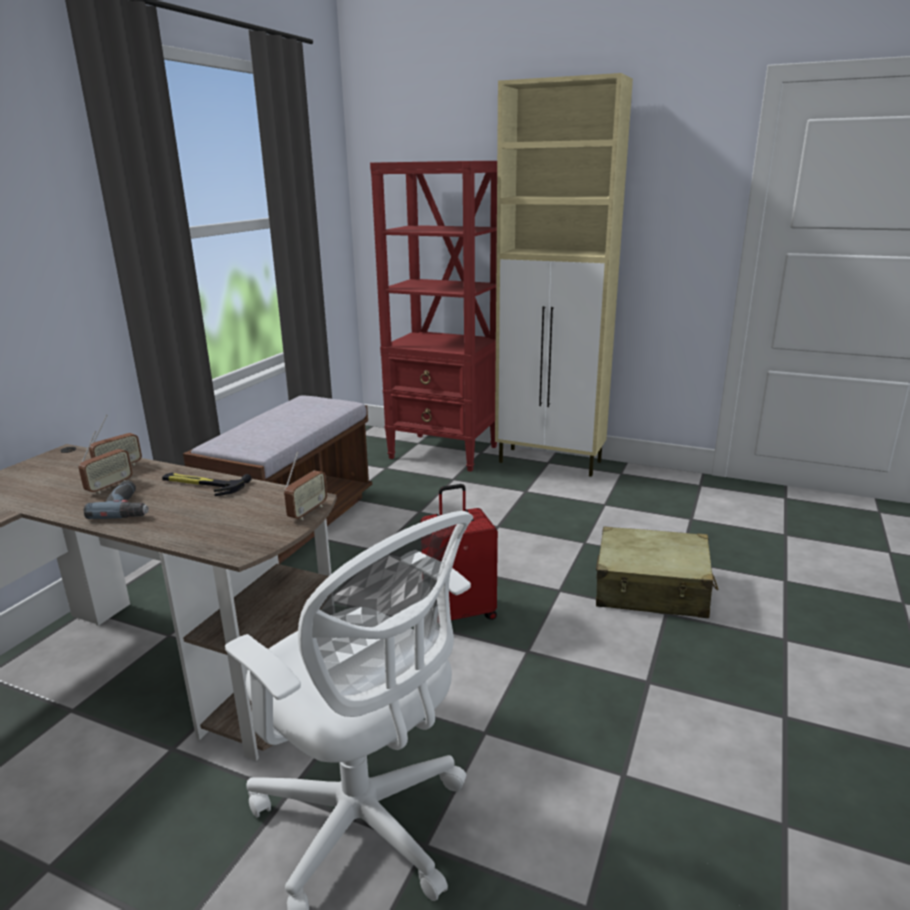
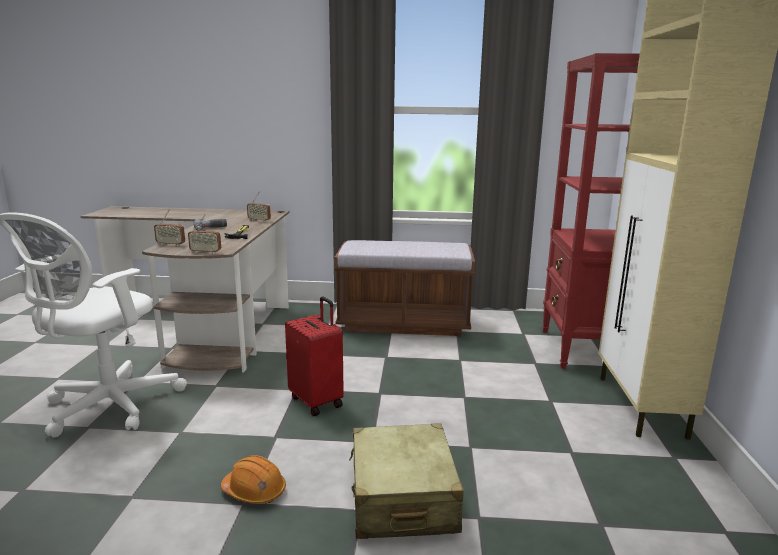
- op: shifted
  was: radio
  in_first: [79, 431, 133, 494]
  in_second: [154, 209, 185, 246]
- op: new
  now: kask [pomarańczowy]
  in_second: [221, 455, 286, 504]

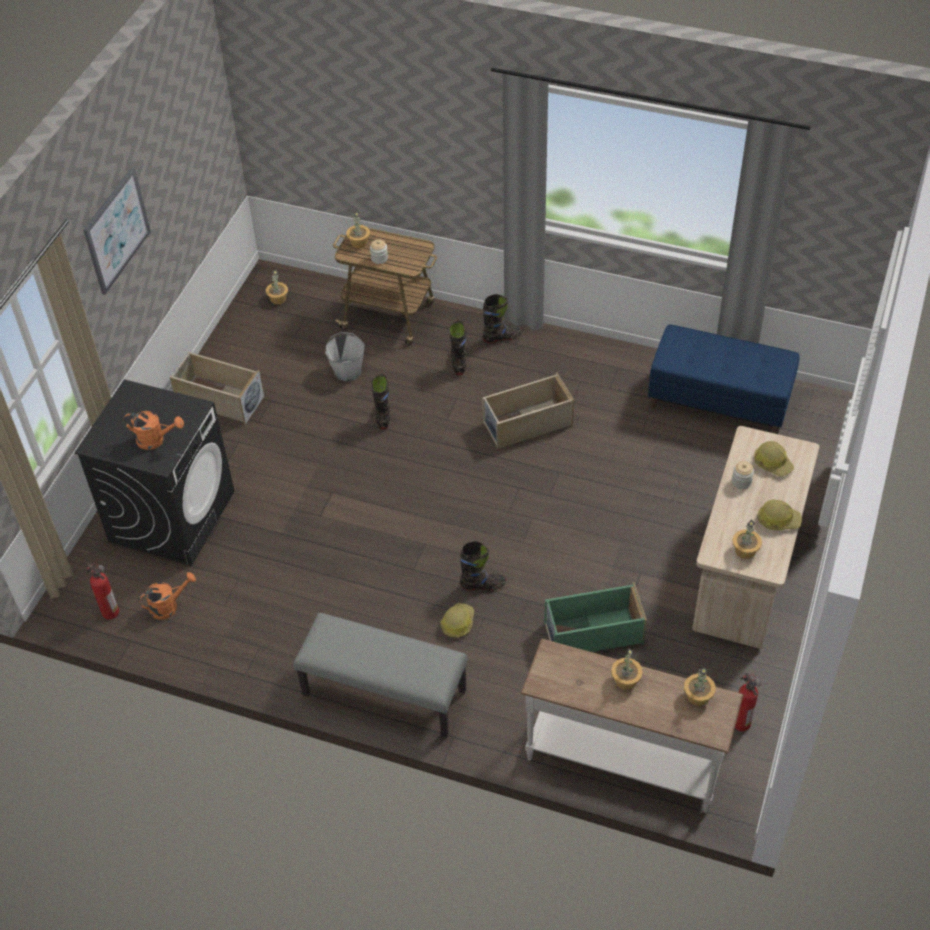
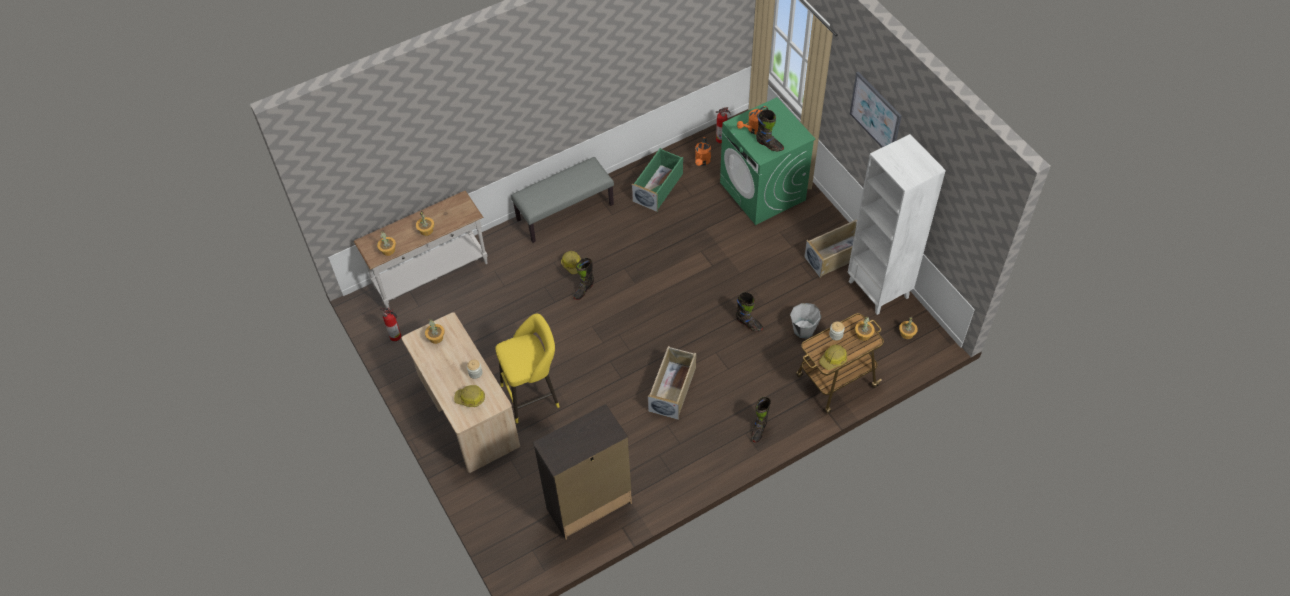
- op: repainted
  was: pralka [czarny]
  now: pralka [zielony]
  in_first: [74, 379, 235, 565]
  in_second: [720, 97, 816, 225]
- op: shifted
  was: but z cholewką [czarny]
  in_first: [449, 321, 466, 375]
  in_second: [756, 109, 784, 151]
- op: shifted
  was: pojemnik do przechowywania [zielony]
  in_first: [544, 582, 647, 652]
  in_second: [632, 148, 683, 212]
- op: swapped
  was: ławka [niebieski]
  now: komoda [czarny]
  in_first: [648, 324, 799, 434]
  in_second: [532, 404, 632, 540]
- op: shifted
  was: kask
  in_first: [757, 500, 802, 530]
  in_second: [819, 345, 847, 370]
- op: new
  now: stołek [żółty]
  in_second: [495, 314, 560, 423]
- op: new
  now: regał [biały]
  in_second: [847, 134, 946, 315]

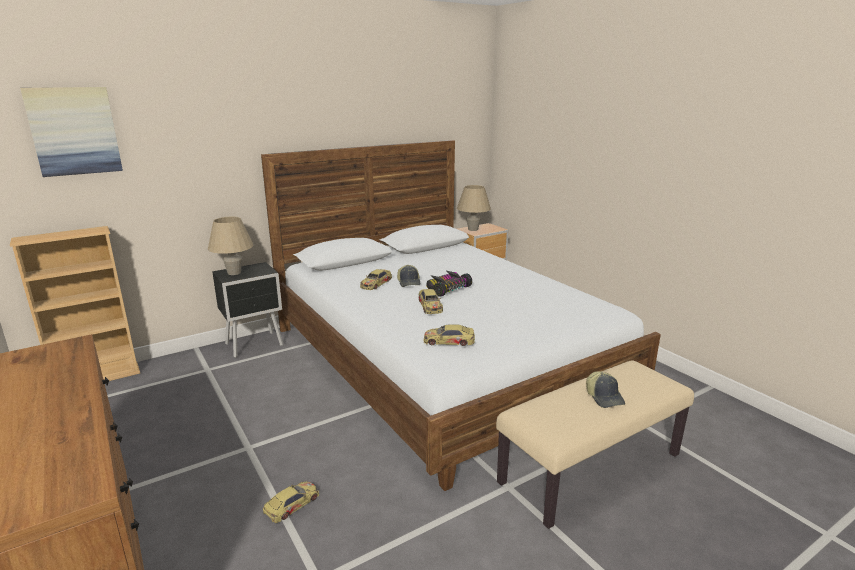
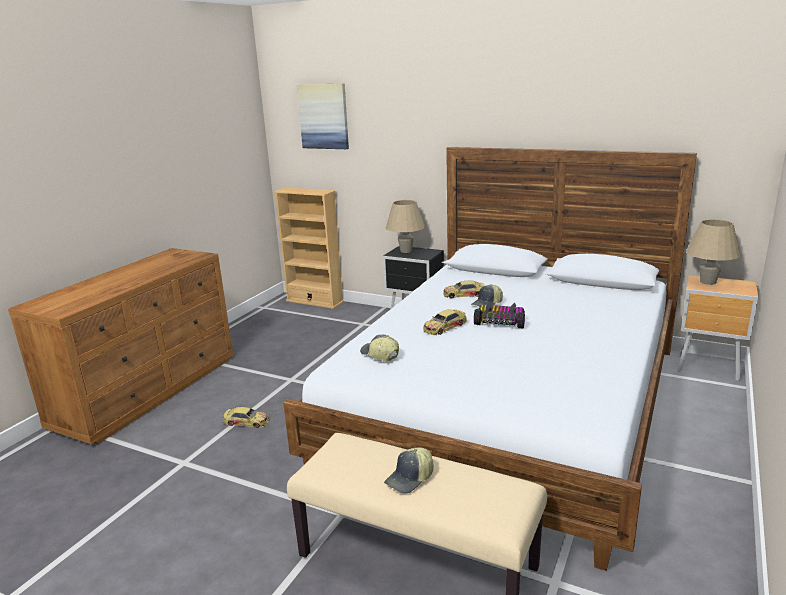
- op: swapped
  was: samochodzik
  now: czapka z daszkiem
  in_first: [423, 324, 475, 346]
  in_second: [360, 335, 399, 361]

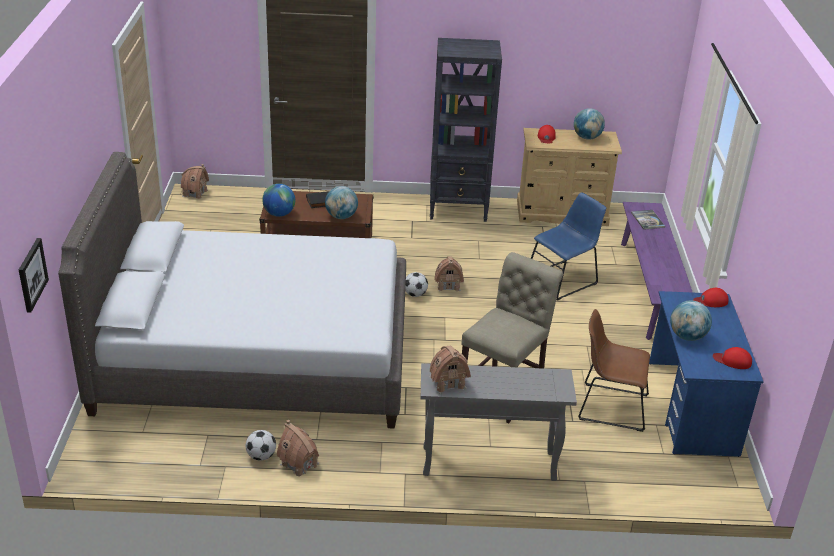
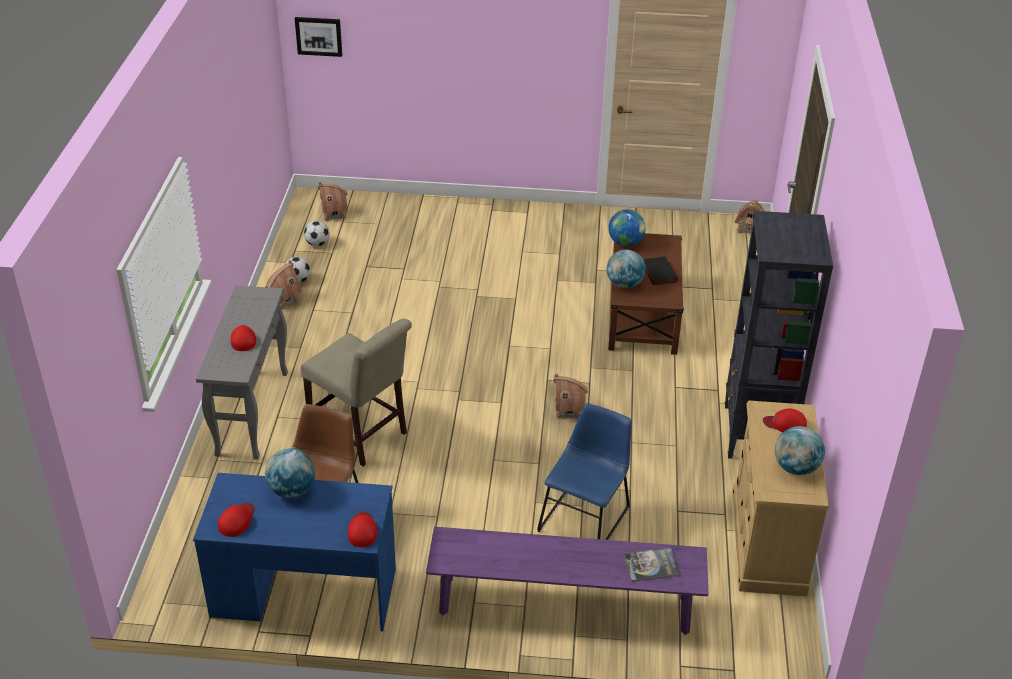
- op: gone
  was: łóżko [szary]
  in_first: [58, 152, 406, 429]
- op: shifted
  was: piłka futbolowa
  in_first: [405, 272, 428, 297]
  in_second: [304, 221, 330, 247]
- op: shifted
  was: domek
  in_first: [429, 346, 471, 394]
  in_second: [317, 181, 348, 221]
- op: rotated
  was: krzesło [niebieski]
  in_first: [531, 192, 606, 301]
  in_second: [537, 403, 632, 540]
  clockwise: -120
- op: new
  now: czapka z daszkiem [czerwony]
  in_second: [231, 325, 256, 351]

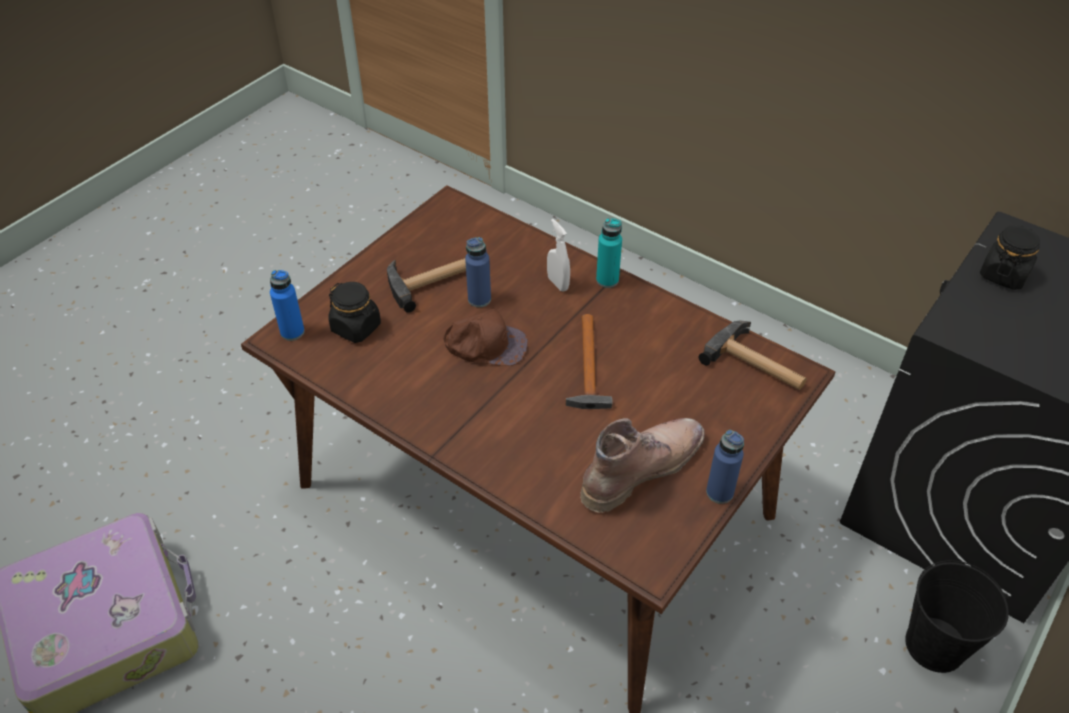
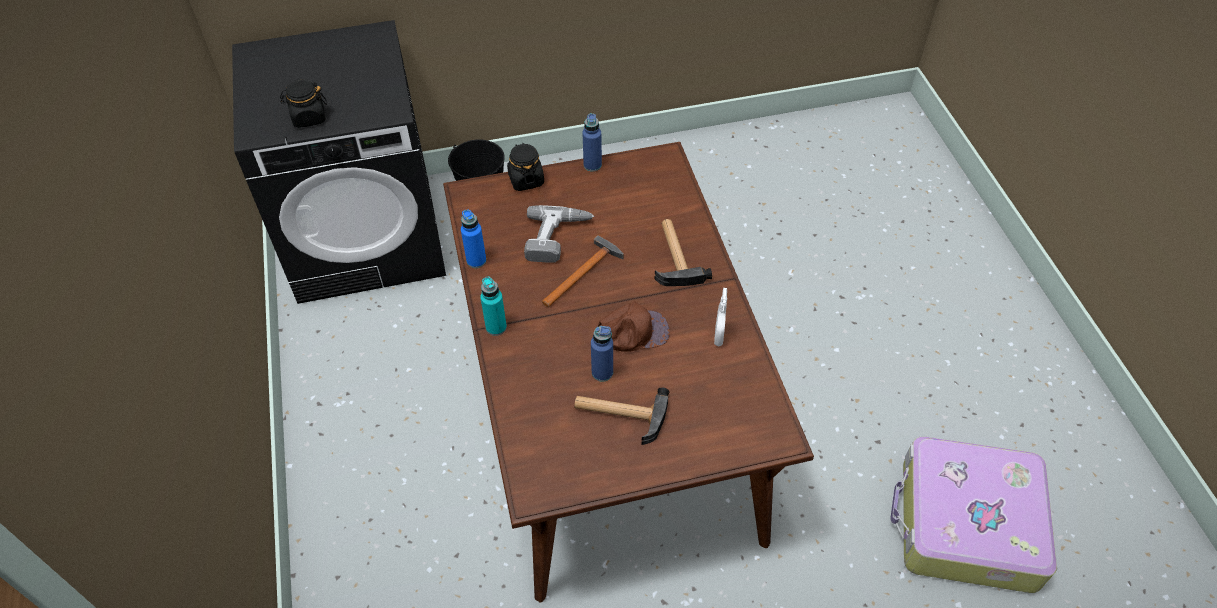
- op: shifted
  was: butelka [niebieski]
  in_first: [270, 270, 305, 341]
  in_second: [461, 209, 486, 268]
- op: shifted
  was: słoik [czarny]
  in_first: [329, 282, 381, 343]
  in_second: [507, 143, 544, 191]
- op: rotated
  was: czapka z daszkiem [brązowy]
  in_first: [443, 309, 528, 366]
  in_second: [597, 301, 670, 352]
  clockwise: 120
- op: shifted
  was: spryskiwacz [biały]
  in_first: [547, 219, 570, 292]
  in_second: [714, 288, 727, 346]
- op: gone
  was: but z cholewką [brązowy]
  in_first: [580, 418, 705, 513]
- op: shifted
  was: młotek
  in_first: [699, 321, 807, 390]
  in_second: [655, 219, 712, 286]
- op: new
  now: wiertarka
  in_second: [524, 205, 594, 263]

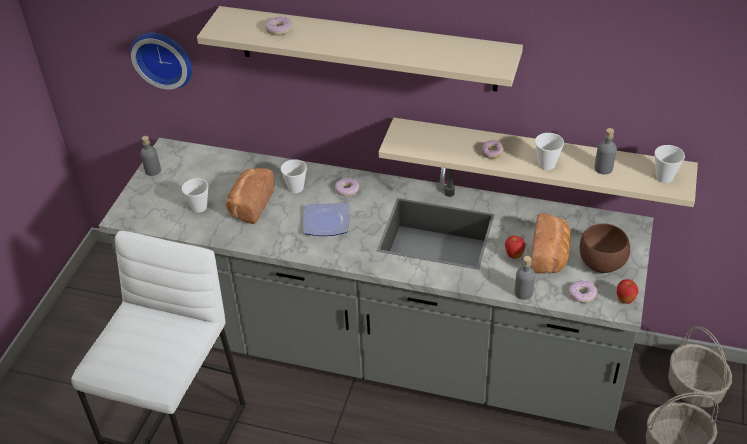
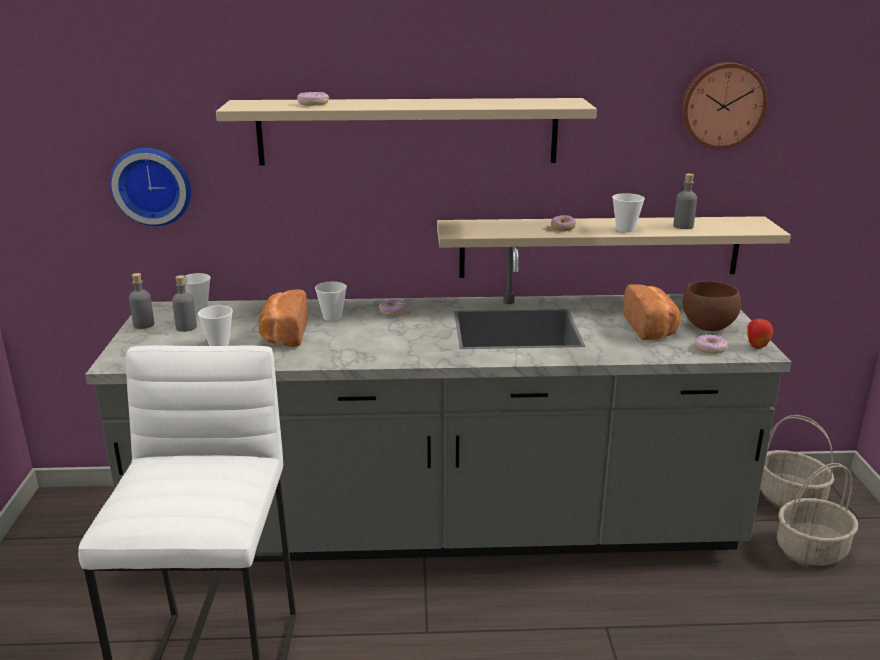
- op: gone
  was: talerz
  in_first: [303, 203, 349, 236]
- op: gone
  was: jabłko
  in_first: [505, 236, 526, 259]
- op: shifted
  was: butelka [szary]
  in_first: [514, 256, 535, 300]
  in_second: [172, 275, 197, 332]
- op: shifted
  was: filiżanka
  in_first: [654, 145, 685, 183]
  in_second: [185, 273, 211, 312]
- op: new
  now: zegar ścienny
  in_second: [680, 62, 768, 150]

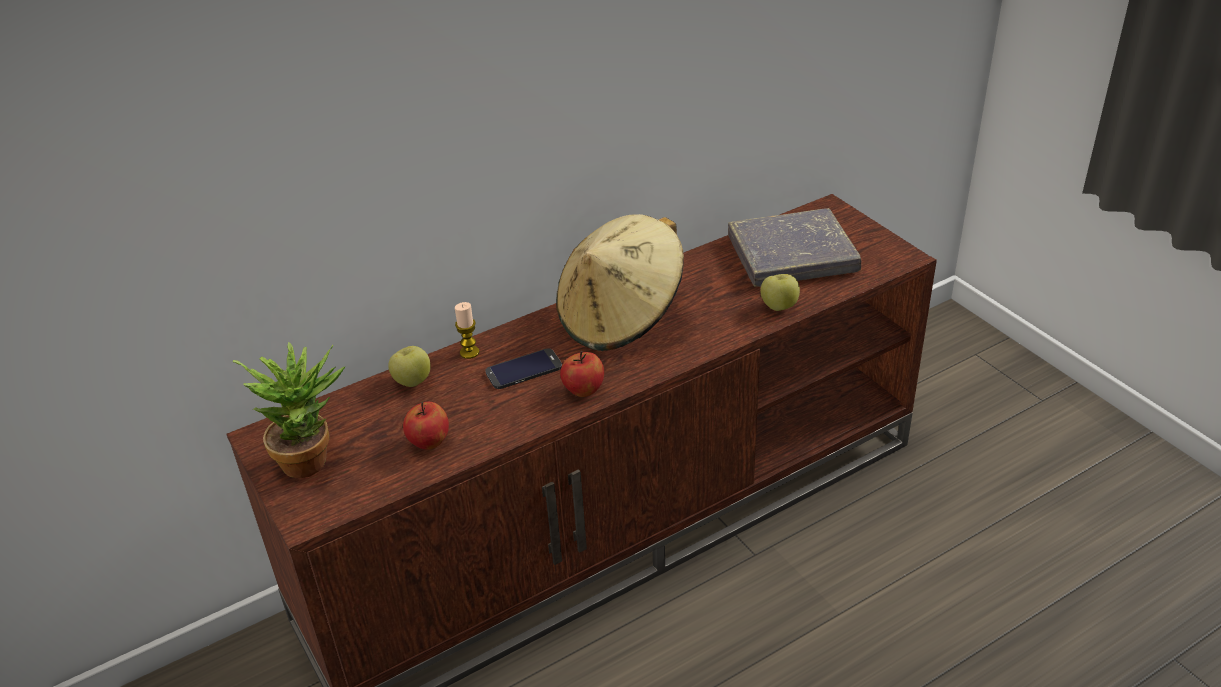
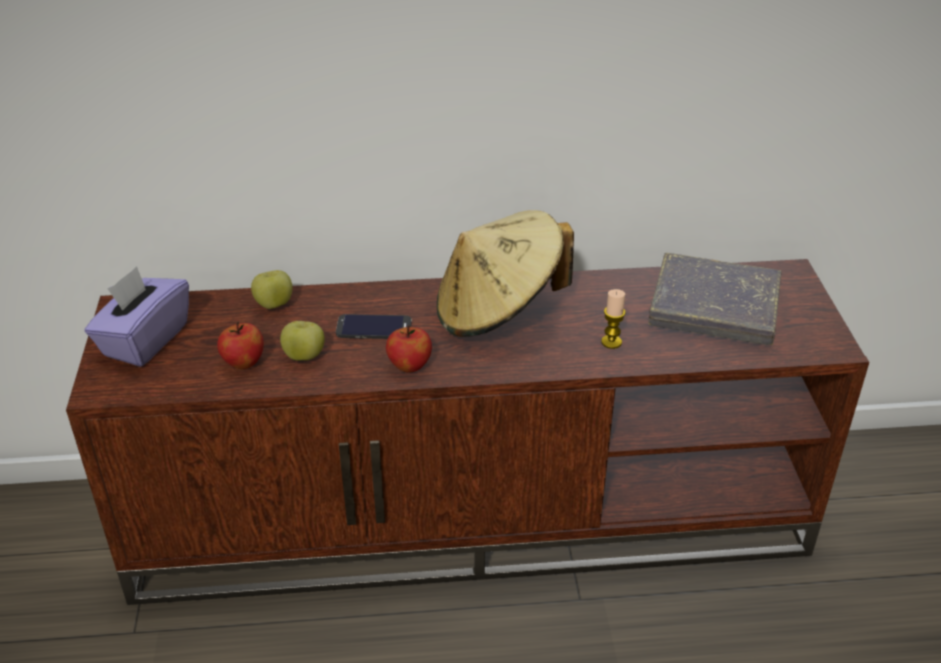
- op: swapped
  was: roślina doniczkowa
  now: pudełko chusteczek [fioletowy]
  in_first: [233, 342, 346, 478]
  in_second: [85, 266, 189, 367]
- op: shifted
  was: świeca
  in_first: [455, 302, 479, 359]
  in_second: [601, 289, 626, 349]
- op: shifted
  was: jabłko
  in_first: [760, 274, 800, 311]
  in_second: [280, 321, 325, 361]

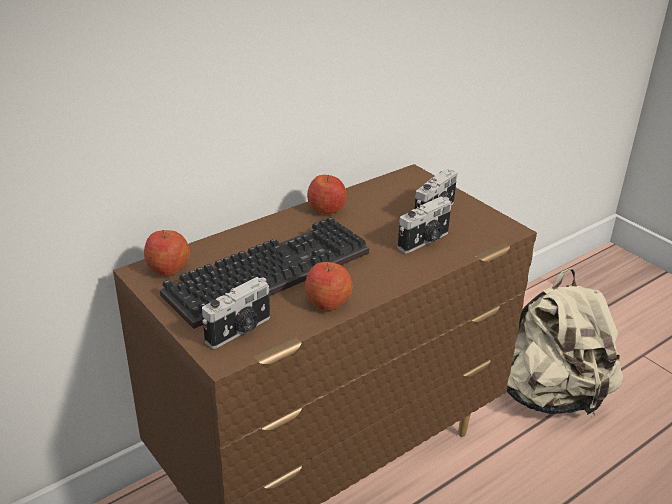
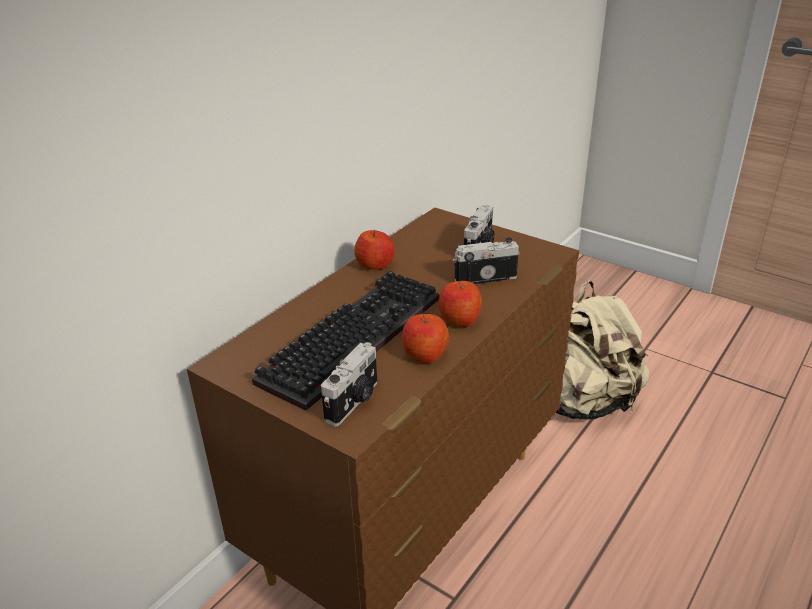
- op: shifted
  was: jabłko
  in_first: [144, 230, 190, 276]
  in_second: [439, 281, 482, 327]
- op: rotated
  was: aparat fotograficzny
  in_first: [398, 196, 452, 253]
  in_second: [453, 237, 520, 284]
  clockwise: -135

